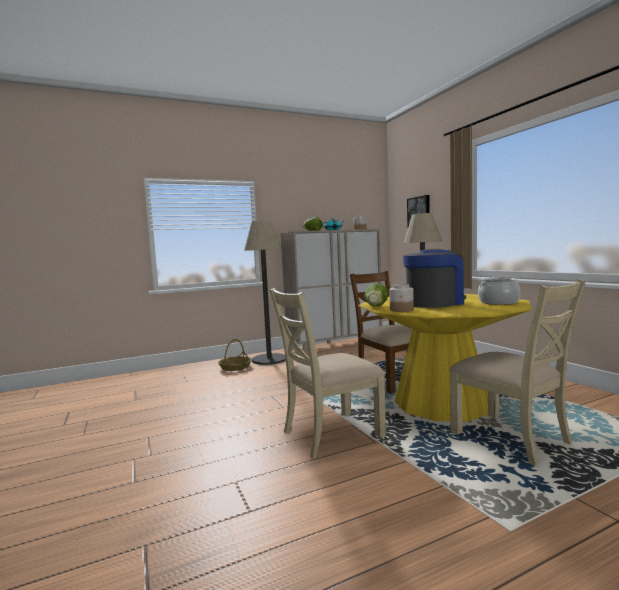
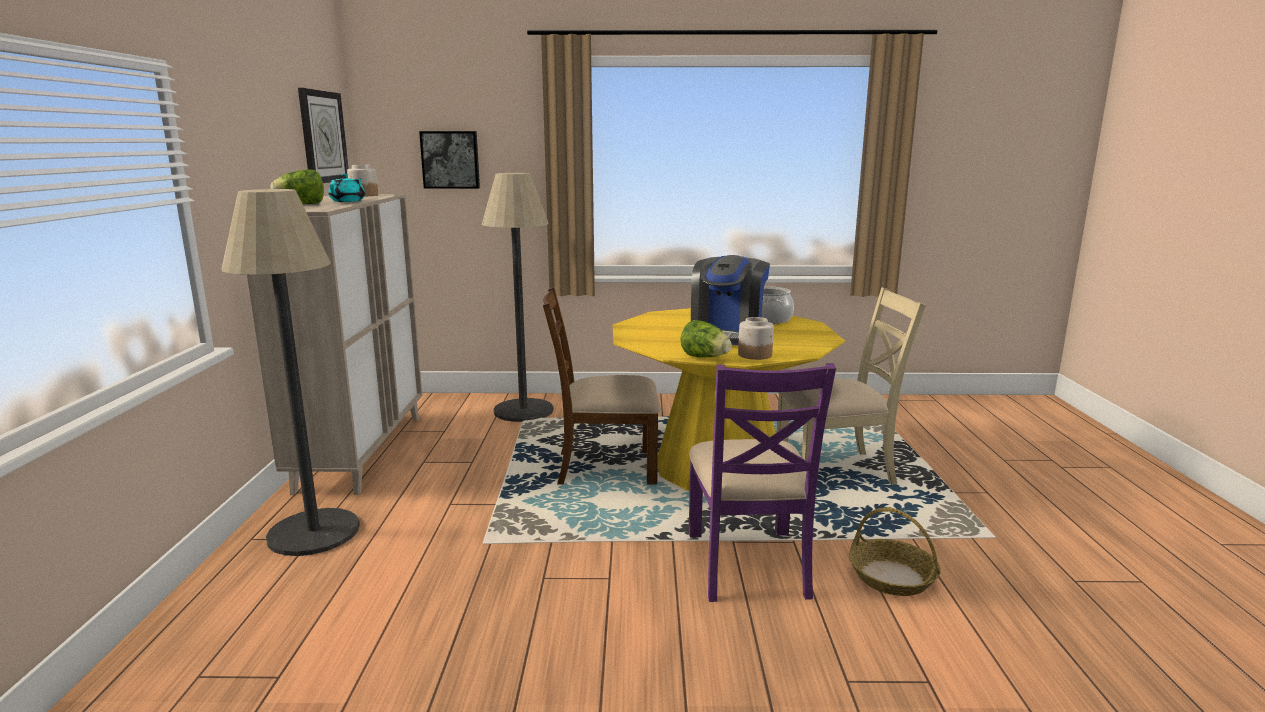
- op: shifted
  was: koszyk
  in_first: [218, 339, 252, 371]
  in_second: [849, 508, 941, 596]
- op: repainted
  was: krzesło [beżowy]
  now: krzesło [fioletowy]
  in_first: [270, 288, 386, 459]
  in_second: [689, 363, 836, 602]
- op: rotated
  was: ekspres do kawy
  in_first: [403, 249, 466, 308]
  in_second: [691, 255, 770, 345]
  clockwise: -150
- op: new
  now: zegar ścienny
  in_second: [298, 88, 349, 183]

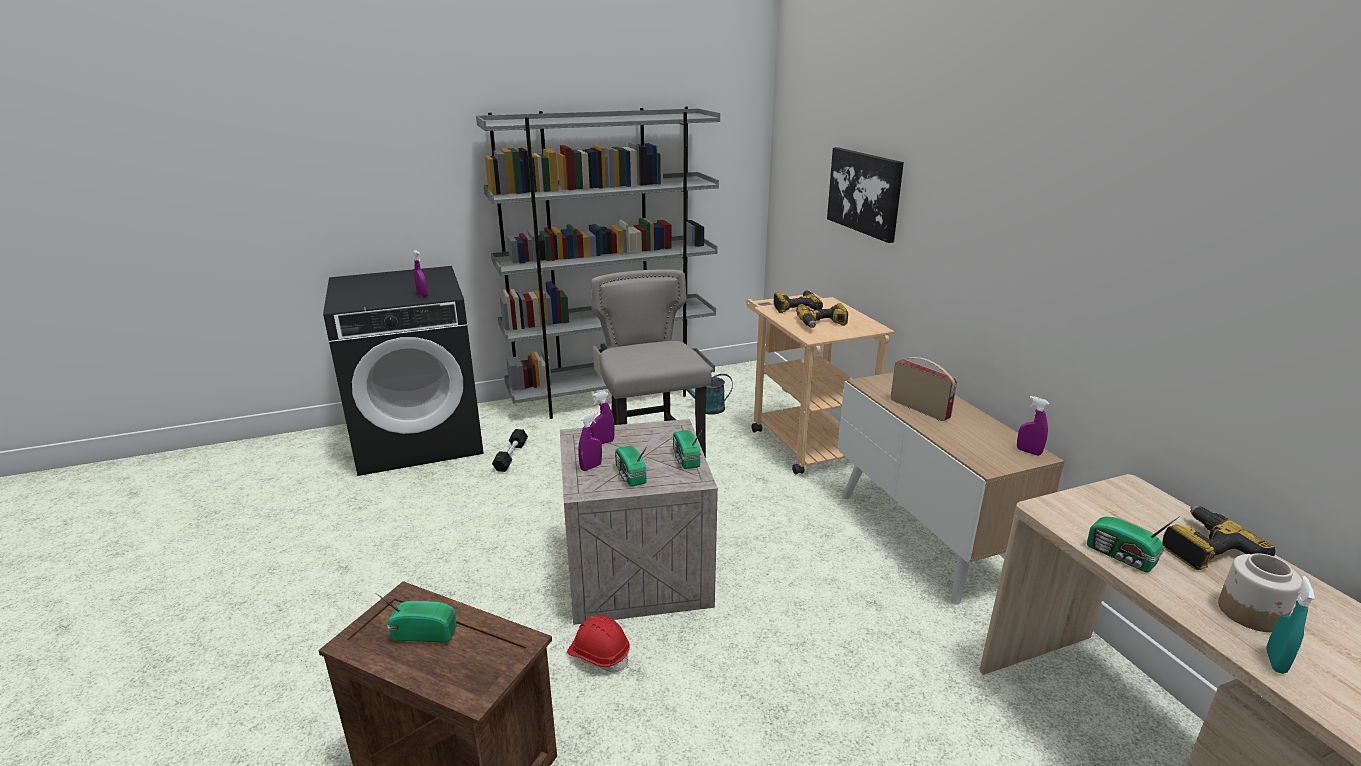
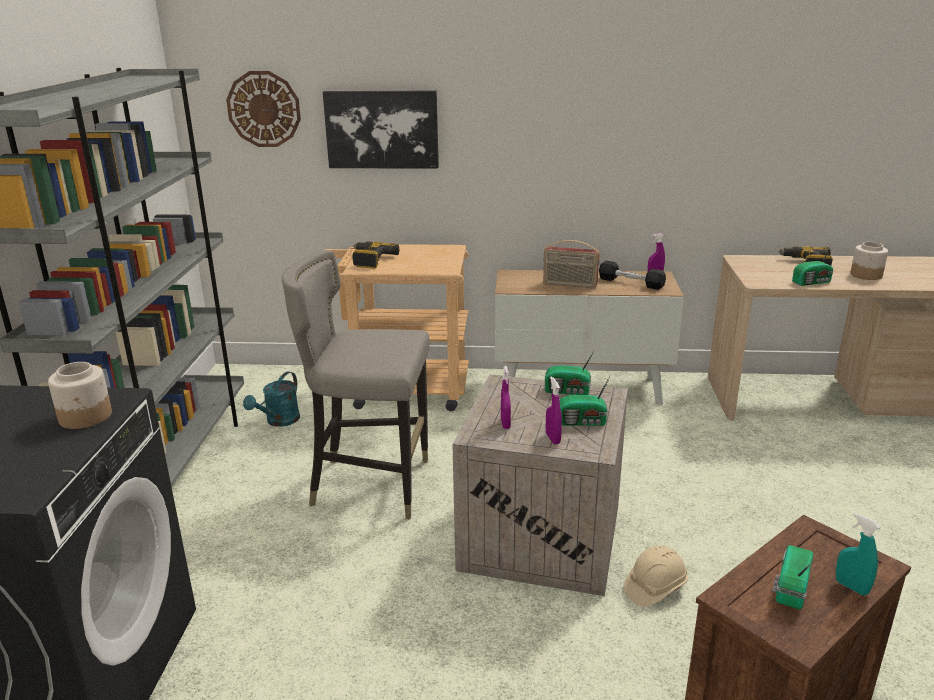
- op: swapped
  was: spryskiwacz [fioletowy]
  now: słoik
  in_first: [413, 250, 428, 297]
  in_second: [48, 362, 112, 429]
- op: shifted
  was: hantel [czarny]
  in_first: [492, 429, 528, 472]
  in_second: [599, 261, 666, 290]
- op: repainted
  was: kask [czerwony]
  now: kask [beżowy]
  in_first: [567, 615, 630, 672]
  in_second: [623, 546, 688, 607]
- op: gone
  was: wiertarka
  in_first: [796, 303, 848, 328]
- op: rotated
  was: radio
  in_first: [890, 357, 957, 422]
  in_second: [543, 240, 600, 288]
  clockwise: -150
- op: shifted
  was: spryskiwacz [turkusowy]
  in_first: [1266, 576, 1315, 674]
  in_second: [836, 512, 880, 596]
- op: new
  now: zegar ścienny
  in_second: [226, 71, 301, 147]

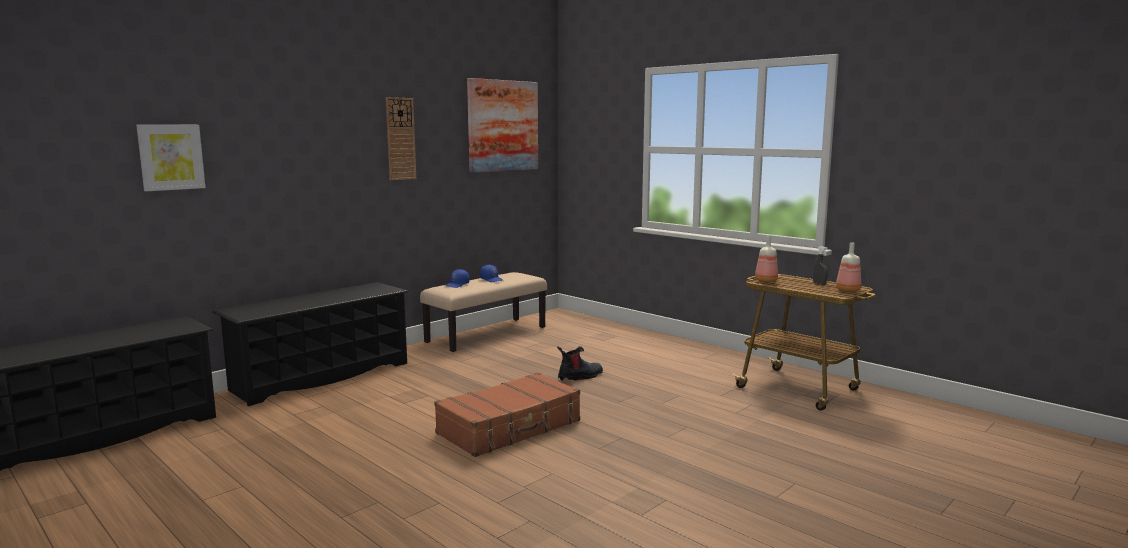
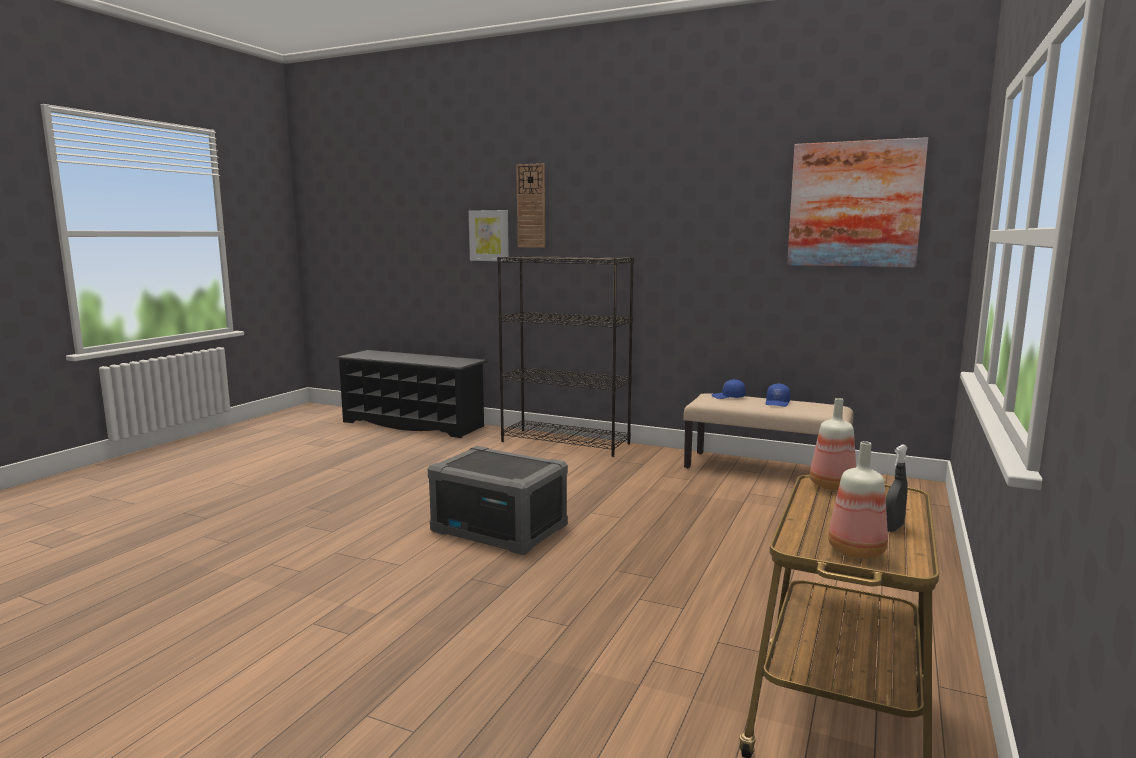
- op: swapped
  was: regał na buty [czarny]
  now: regał [czarny]
  in_first: [212, 282, 408, 406]
  in_second: [497, 256, 634, 457]
- op: shifted
  was: zegar ścienny
  in_first: [386, 97, 416, 180]
  in_second: [516, 163, 545, 248]
- op: swapped
  was: walizka [brązowy]
  now: pojemnik do przechowywania [szary]
  in_first: [434, 372, 580, 457]
  in_second: [428, 446, 568, 555]
- op: gone
  was: but z cholewką
  in_first: [557, 346, 603, 381]

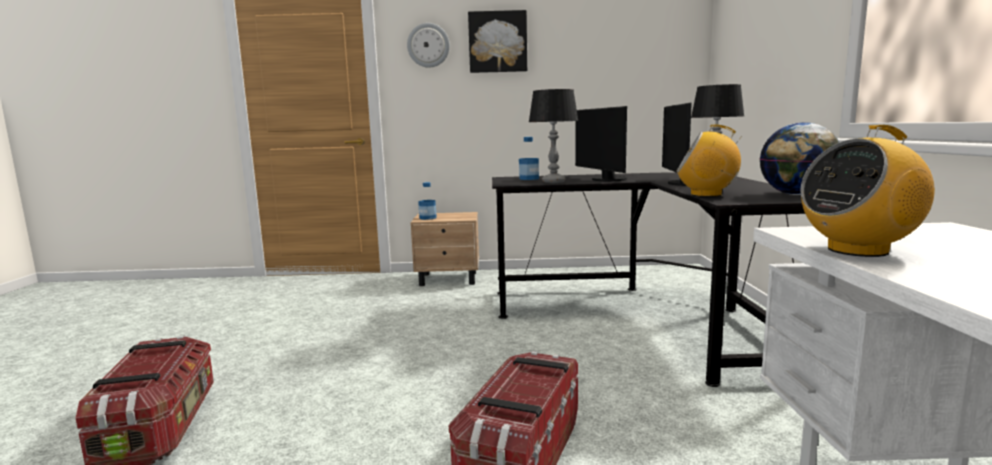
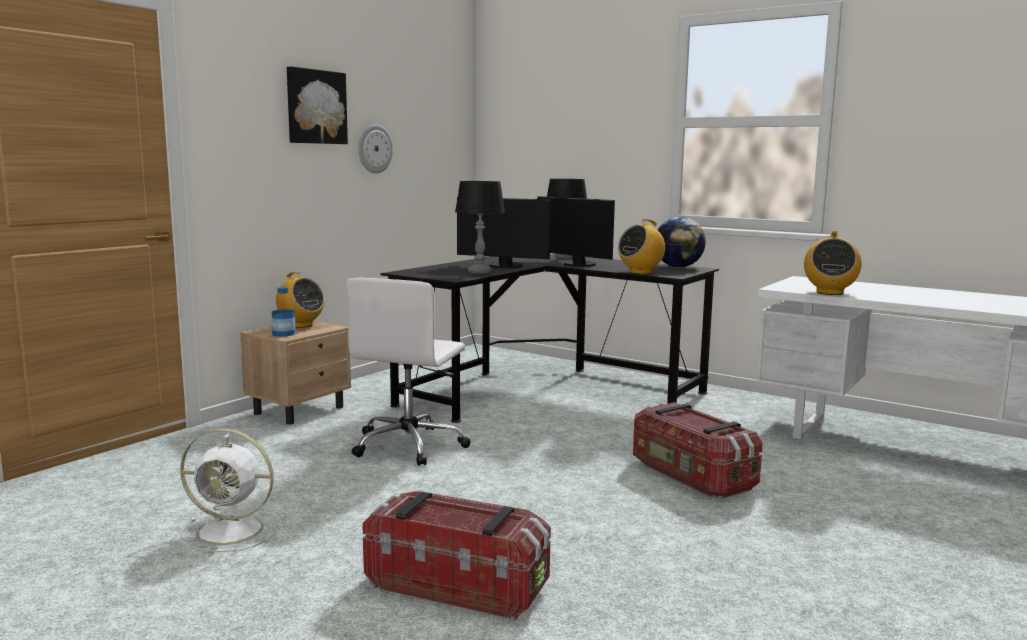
- op: shifted
  was: zegar ścienny
  in_first: [407, 23, 450, 68]
  in_second: [358, 124, 393, 174]
- op: gone
  was: butelka
  in_first: [519, 137, 539, 180]
- op: new
  now: wentylator [biały]
  in_second: [180, 429, 281, 552]
- op: new
  now: radio
  in_second: [274, 272, 324, 328]
- op: new
  now: krzesło biurowe [biały]
  in_second: [346, 278, 470, 466]

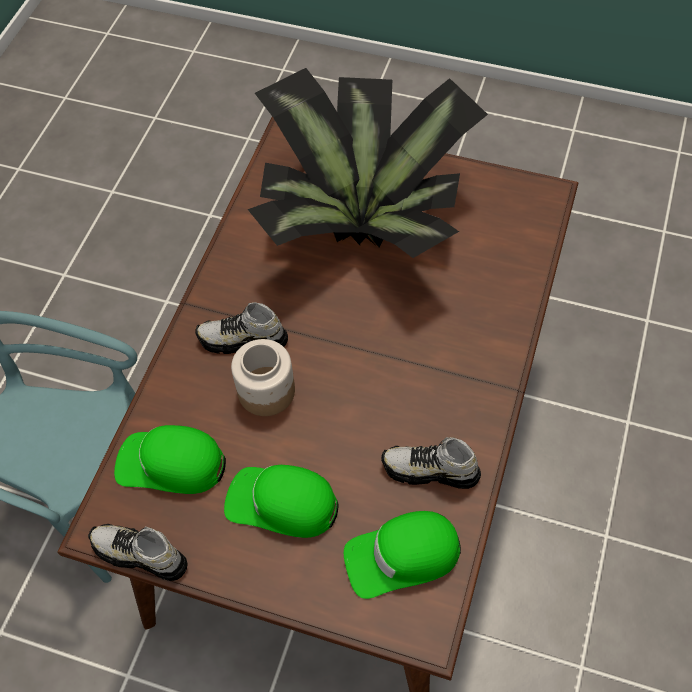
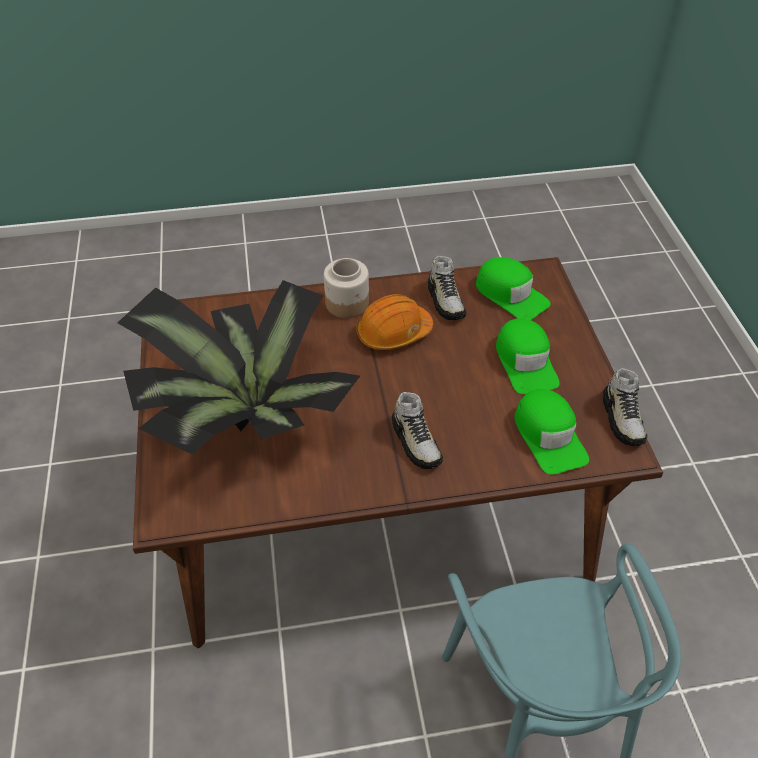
- op: shifted
  was: słoik
  in_first: [231, 339, 295, 416]
  in_second: [324, 258, 369, 318]
- op: new
  now: kask [pomarańczowy]
  in_second: [356, 294, 433, 350]

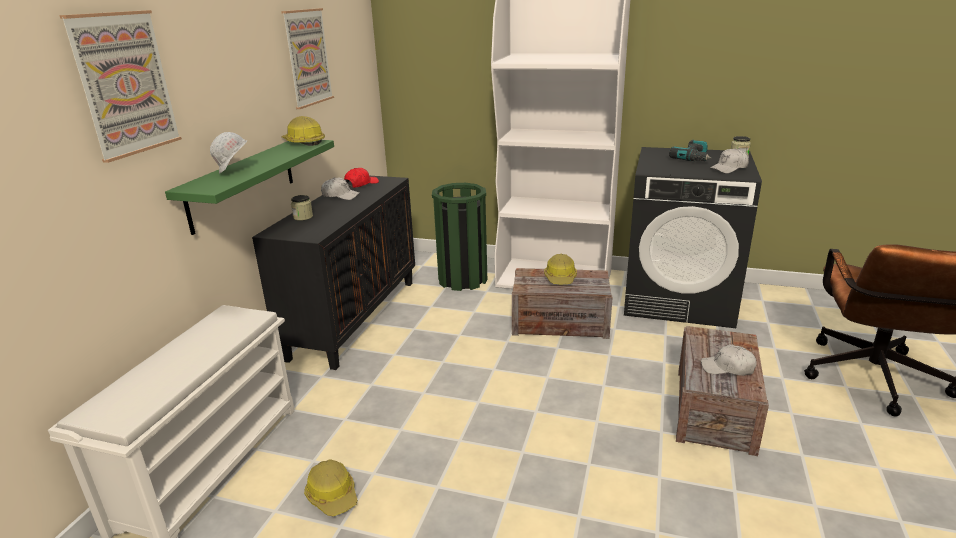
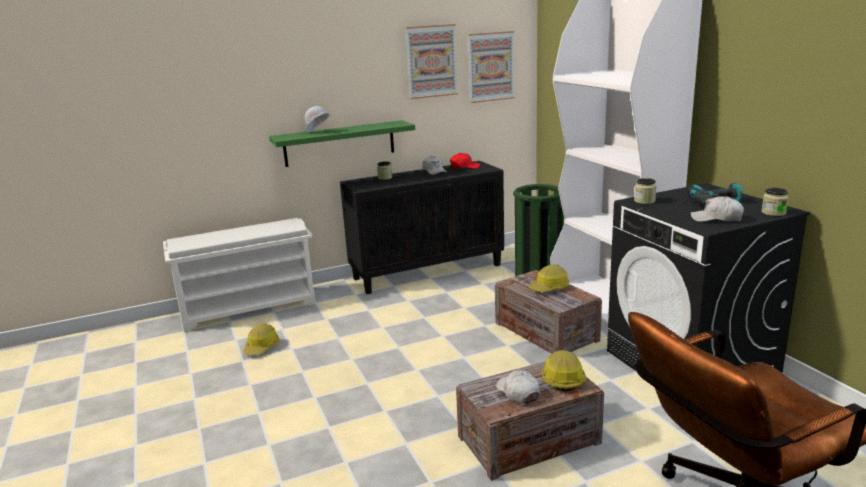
- op: shifted
  was: obraz
  in_first: [59, 10, 182, 163]
  in_second: [468, 31, 515, 103]
- op: shifted
  was: kask
  in_first: [282, 116, 325, 146]
  in_second: [542, 350, 586, 392]
- op: new
  now: słoik
  in_second: [634, 178, 656, 204]

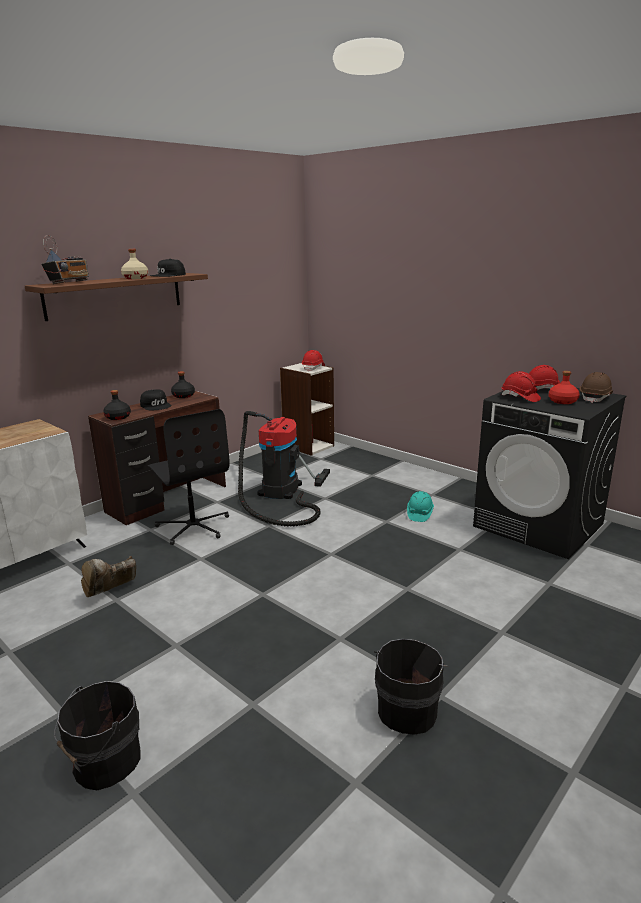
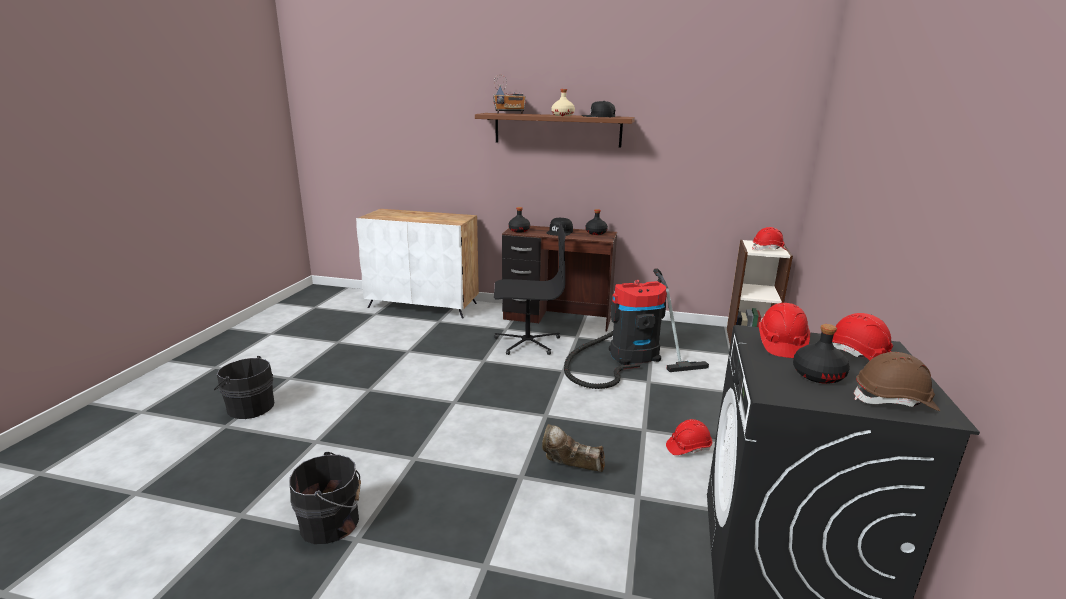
- op: shifted
  was: but z cholewką [brązowy]
  in_first: [81, 556, 136, 597]
  in_second: [542, 424, 605, 472]
- op: rotated
  was: krzesło biurowe [czarny]
  in_first: [148, 409, 230, 545]
  in_second: [494, 224, 566, 355]
  clockwise: -120
- op: repainted
  was: kask [turkusowy]
  now: kask [czerwony]
  in_first: [407, 491, 434, 522]
  in_second: [666, 419, 712, 455]
- op: repainted
  was: butelka [czerwony]
  now: butelka [czarny]
  in_first: [549, 371, 580, 404]
  in_second: [793, 324, 850, 384]

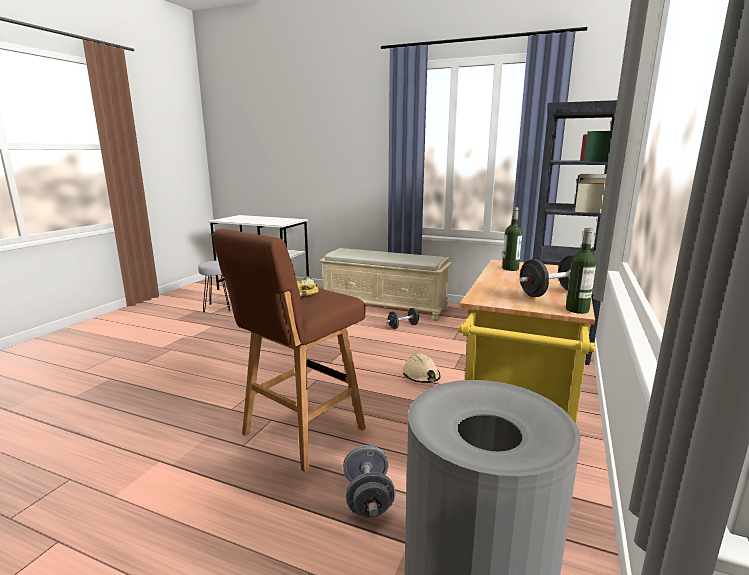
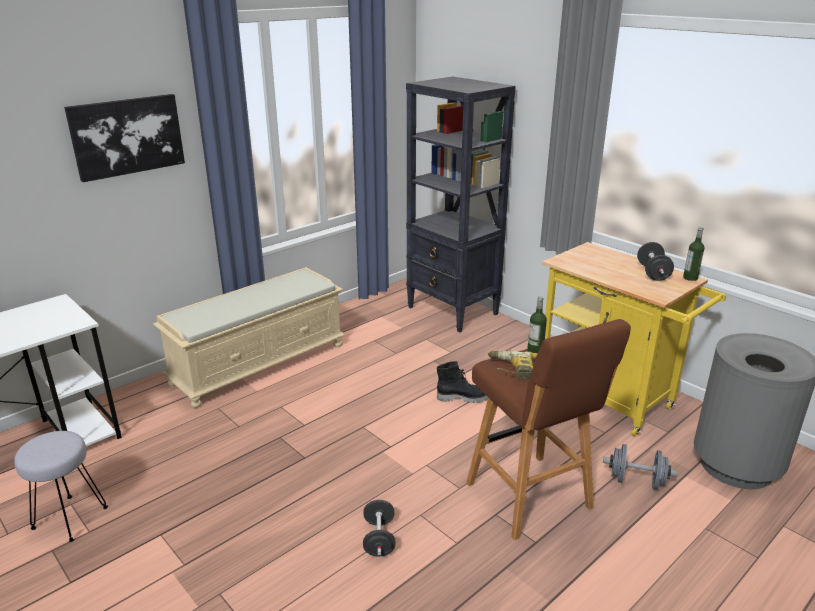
- op: shifted
  was: hantel [czarny]
  in_first: [387, 308, 419, 329]
  in_second: [363, 500, 396, 556]
- op: swapped
  was: kask [beżowy]
  now: but z cholewką [czarny]
  in_first: [403, 353, 440, 383]
  in_second: [437, 361, 488, 403]
- op: shifted
  was: butelka
  in_first: [502, 207, 522, 271]
  in_second: [527, 296, 547, 354]
- op: new
  now: obraz
  in_second: [64, 94, 185, 182]

